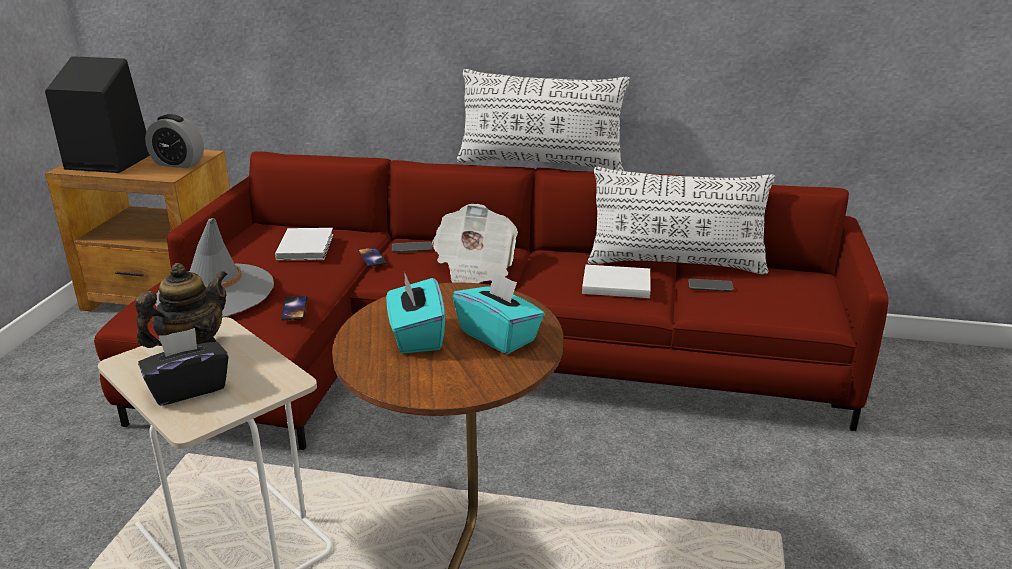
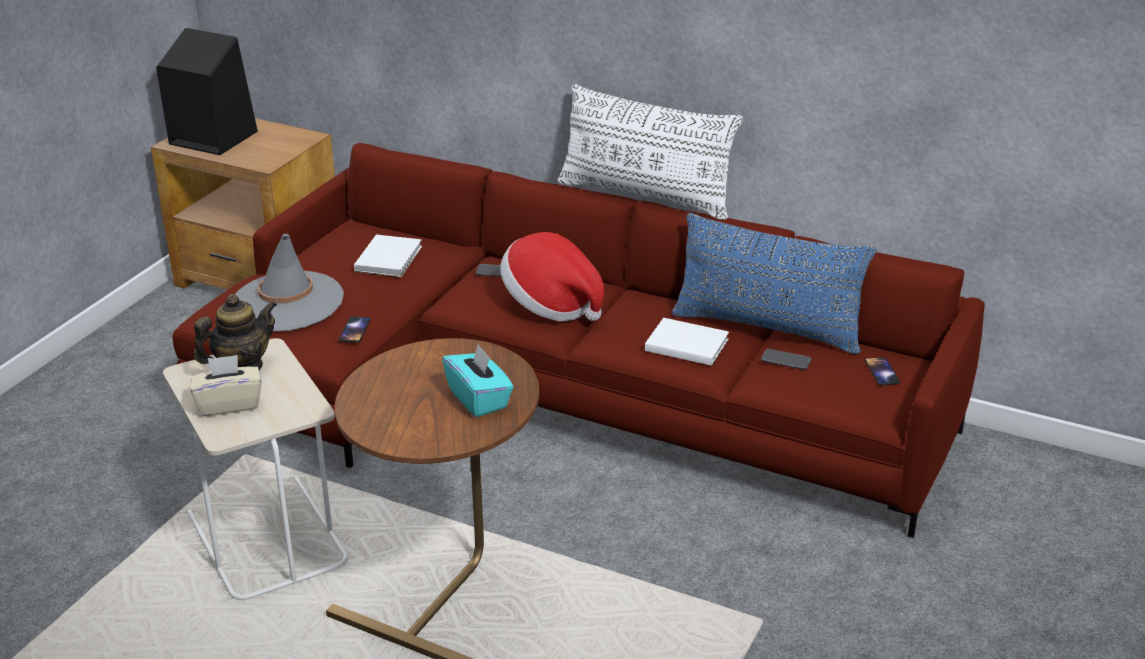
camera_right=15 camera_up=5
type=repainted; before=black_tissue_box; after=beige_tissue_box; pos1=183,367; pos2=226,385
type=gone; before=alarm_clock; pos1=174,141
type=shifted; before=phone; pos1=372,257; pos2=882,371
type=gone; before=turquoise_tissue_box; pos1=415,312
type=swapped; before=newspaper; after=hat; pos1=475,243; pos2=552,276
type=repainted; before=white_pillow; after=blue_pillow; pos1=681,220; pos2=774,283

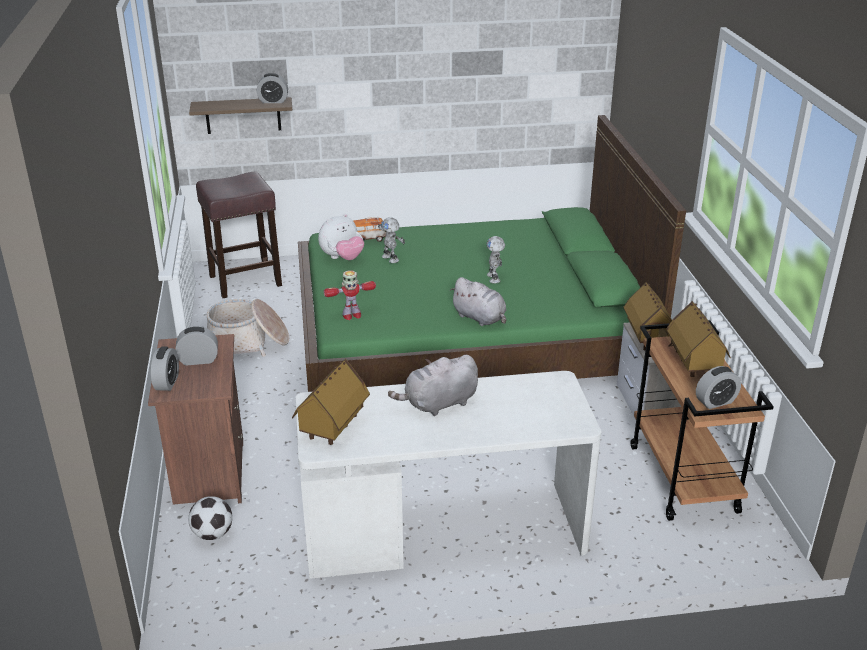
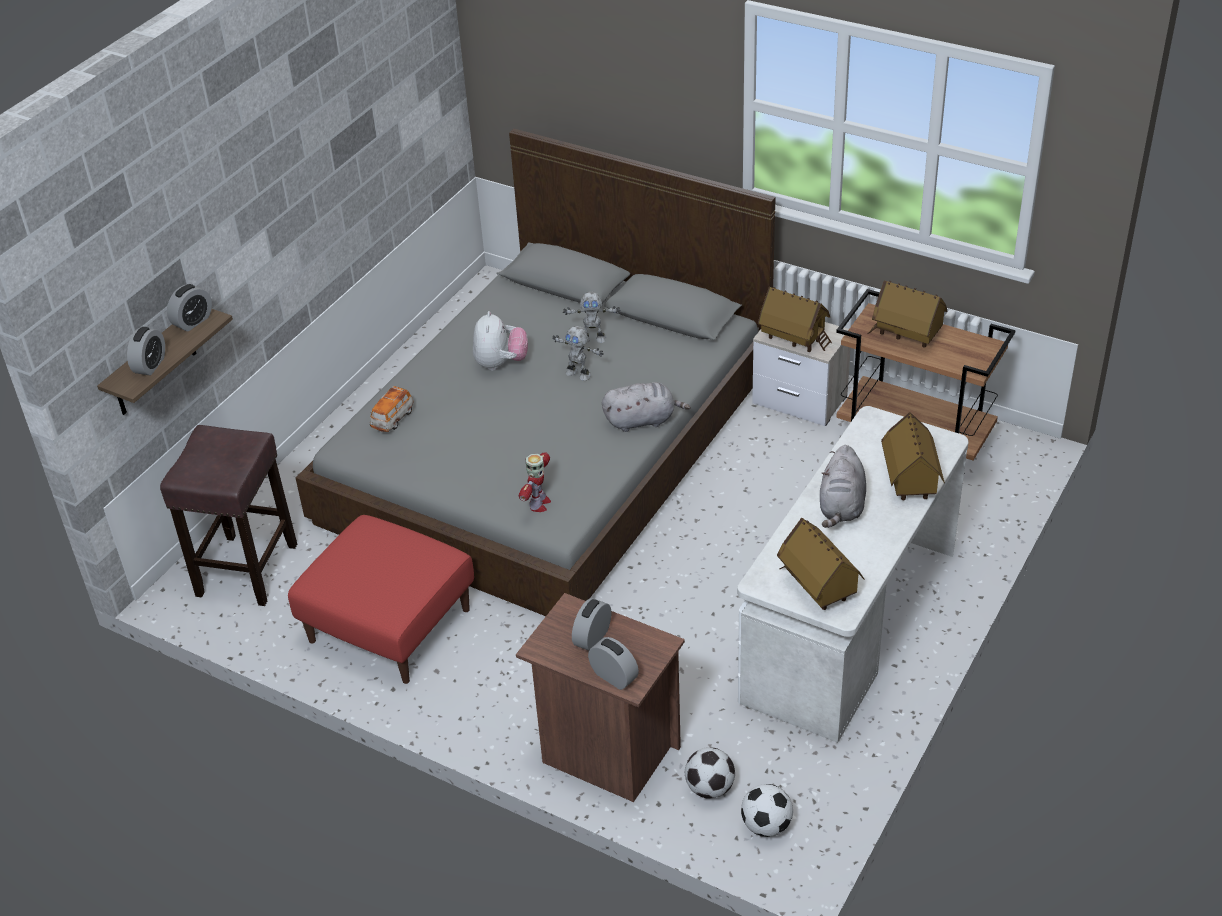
camera_right=-50 camera_up=10
type=swapped; before=basket; after=red_ottoman; pos1=248,328; pos2=381,599
type=repainted; before=green_bed; after=grey_bed; pos1=492,253; pos2=536,372
type=shifted; before=plush_toy; pos1=341,237; pos2=500,341
type=shifted; before=toy_robot; pos1=391,240; pos2=592,317
type=shifted; before=alarm_clock; pos1=718,387; pos2=146,351
type=new; after=football; pos2=767,810
type=new; after=toy_house; pos2=913,456

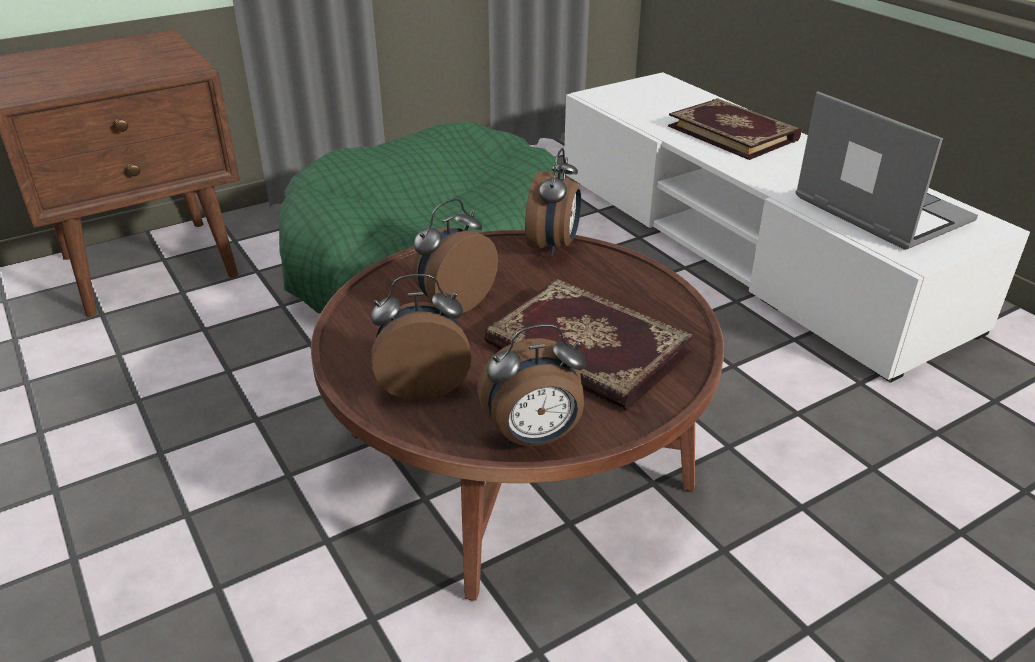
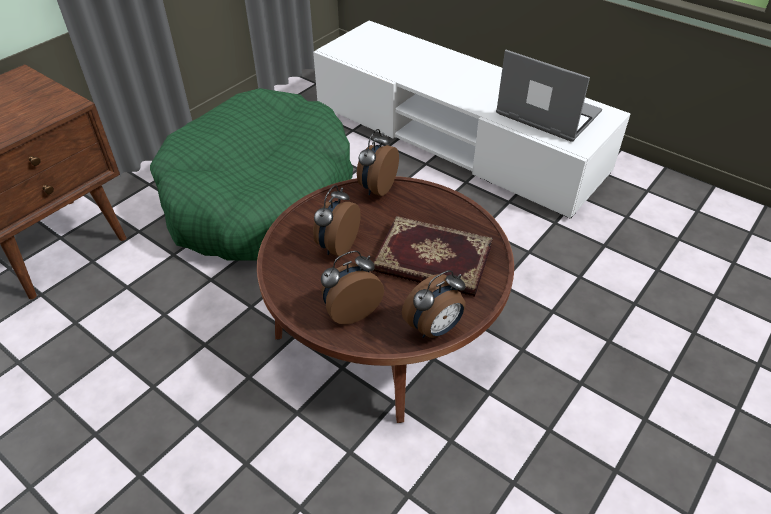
camera_right=-20 camera_up=10
type=rotated; before=alarm_clock; pos1=553,202; pos2=378,162; turn=-150
type=gone; before=book; pos1=734,129

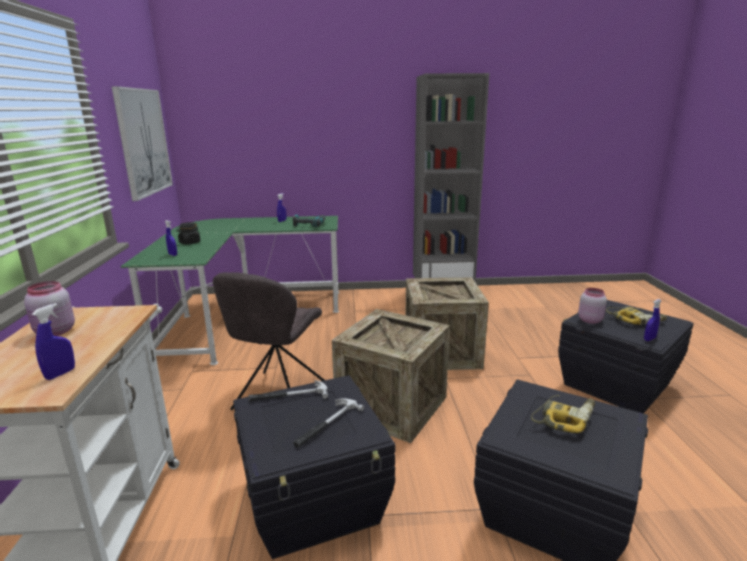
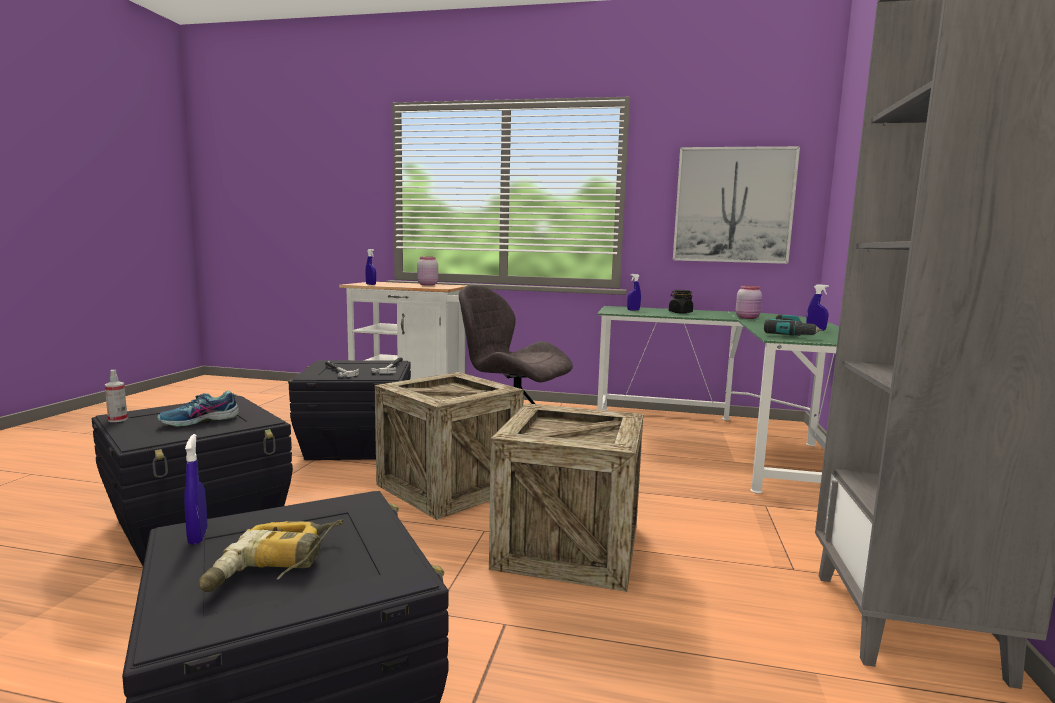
camera_right=105 camera_up=-10
type=swapped; before=power_drill; after=shoe; pos1=563,414; pos2=198,409
type=shifted; before=pink_jar; pos1=592,306; pos2=749,302
type=new; after=spray_bottle; pos2=116,396

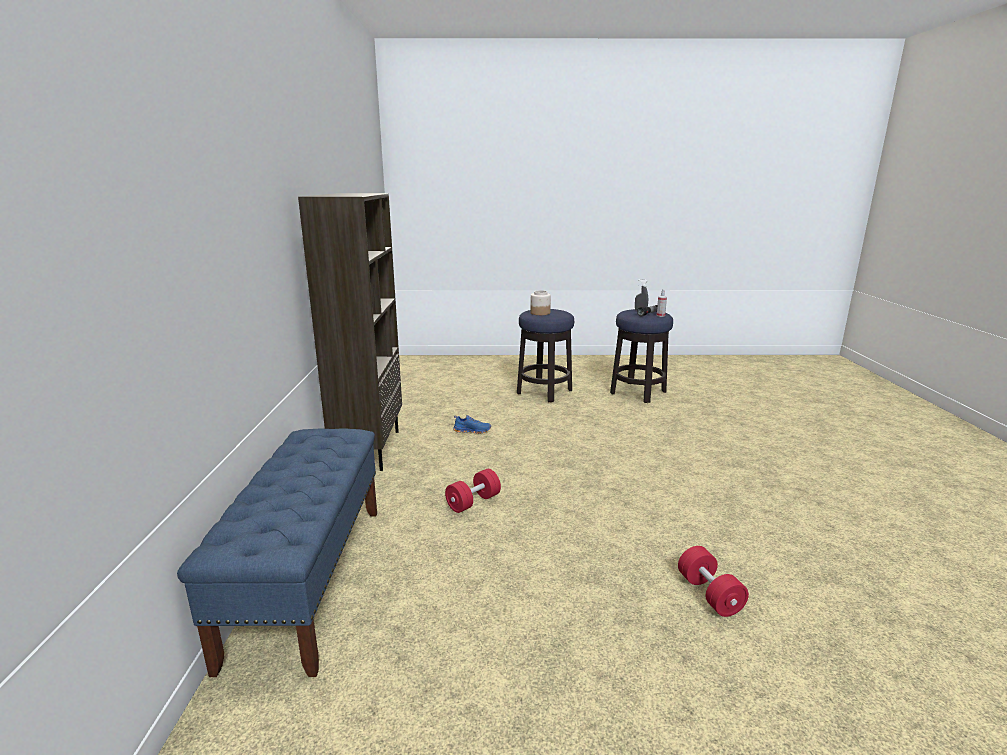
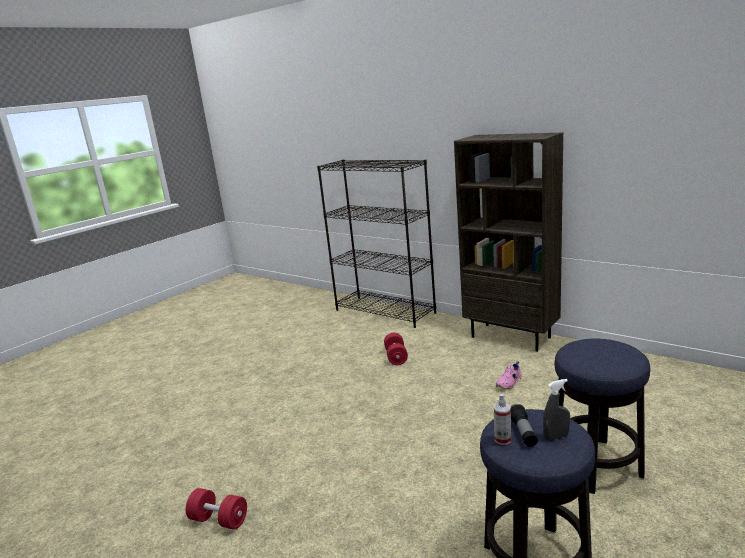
camera_right=130 camera_up=0
type=swapped; before=blue_bench; after=black_bookcase; pos1=277,552; pos2=376,243
type=repainted; before=blue_shoe; after=pink_shoe; pos1=472,424; pos2=509,375
type=gone; before=jar; pos1=540,302
type=shifted; before=red_dumbbell; pos1=713,581; pos2=216,509

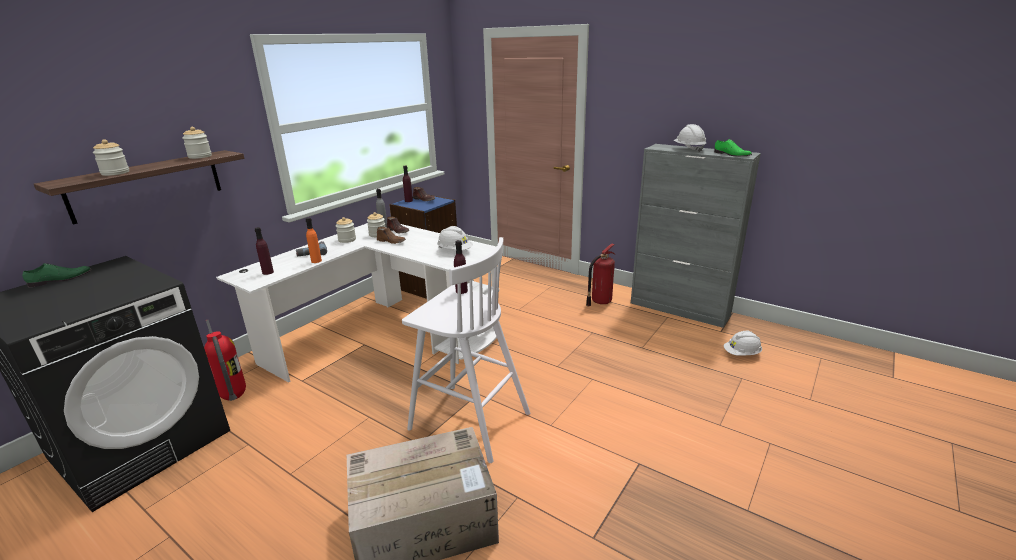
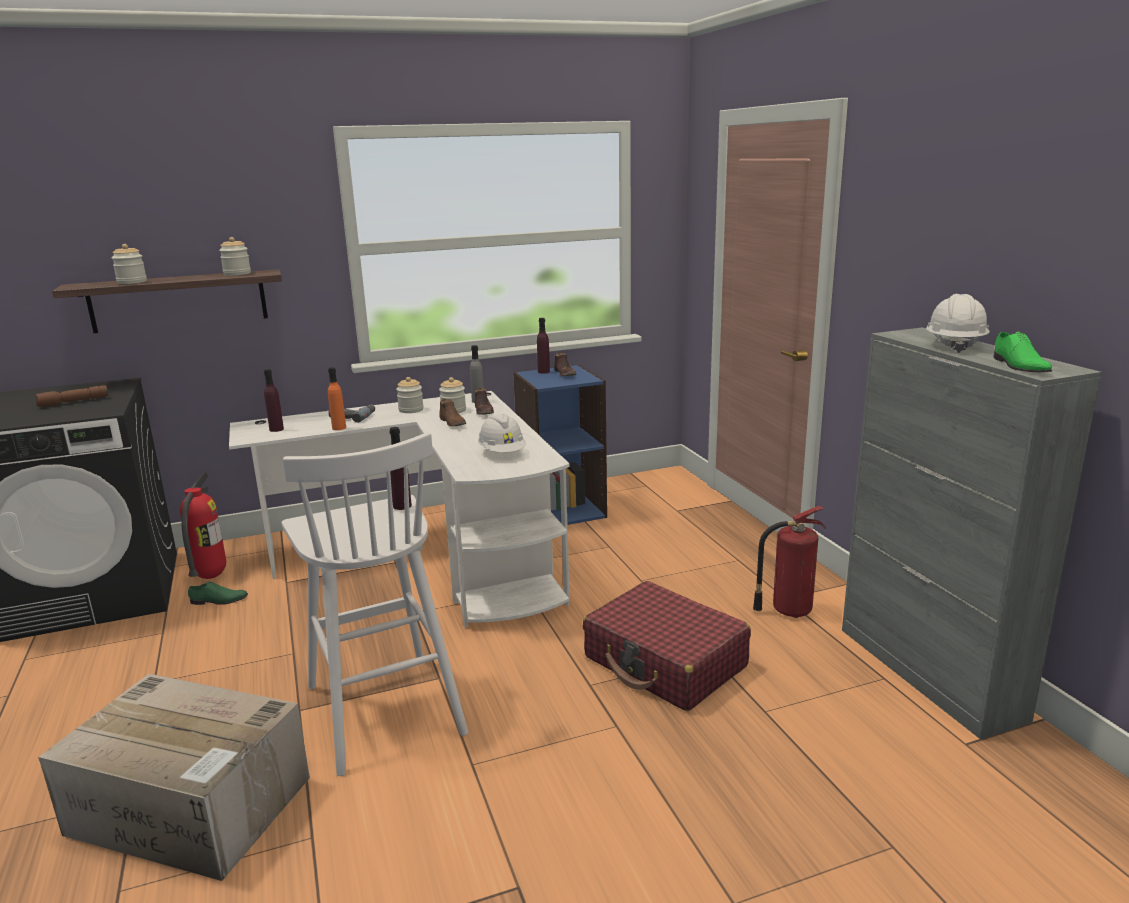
camera_right=35 camera_up=-5
type=shifted; before=green_shoe; pos1=56,275; pos2=218,593
type=gone; before=white_hard_hat; pos1=743,343
type=new; after=brown_flashlight; pos2=72,396
type=new; after=red_suitcase; pos2=667,646

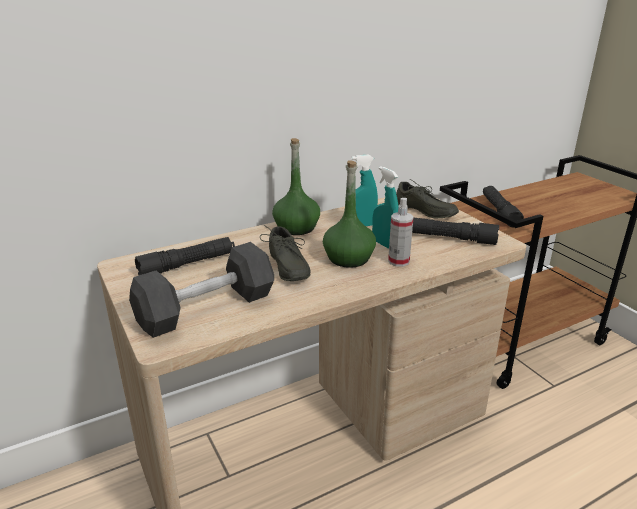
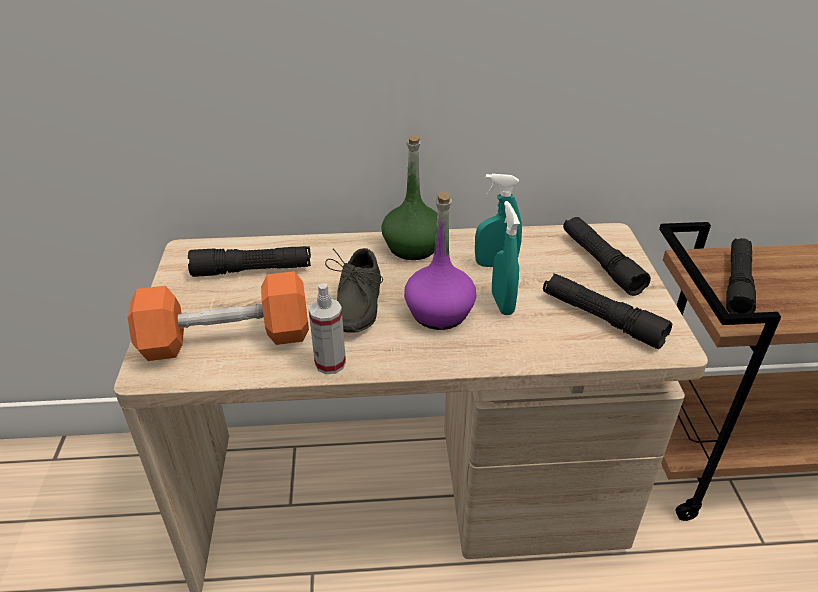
camera_right=25 camera_up=10
type=repainted; before=black_dumbbell; after=orange_dumbbell; pos1=201,290; pos2=218,316
type=repainted; before=green_bottle; after=purple_bottle; pos1=349,214; pos2=440,261
type=shifted; before=spray_bottle; pos1=401,232; pos2=327,328
type=swapped; before=grey_shoe; after=black_flashlight; pos1=427,198; pos2=607,256

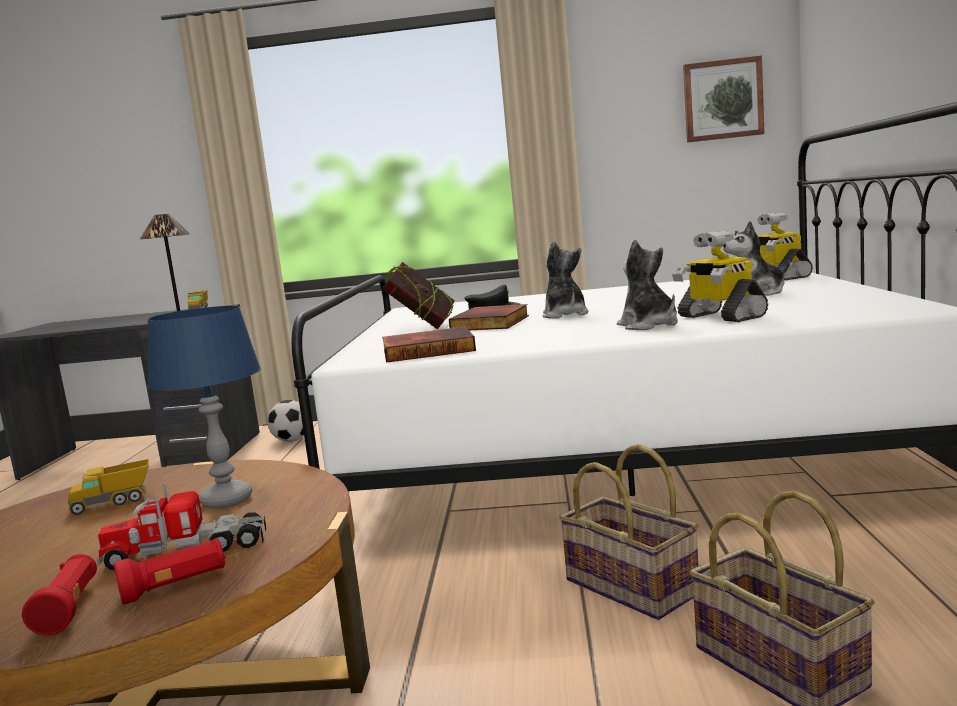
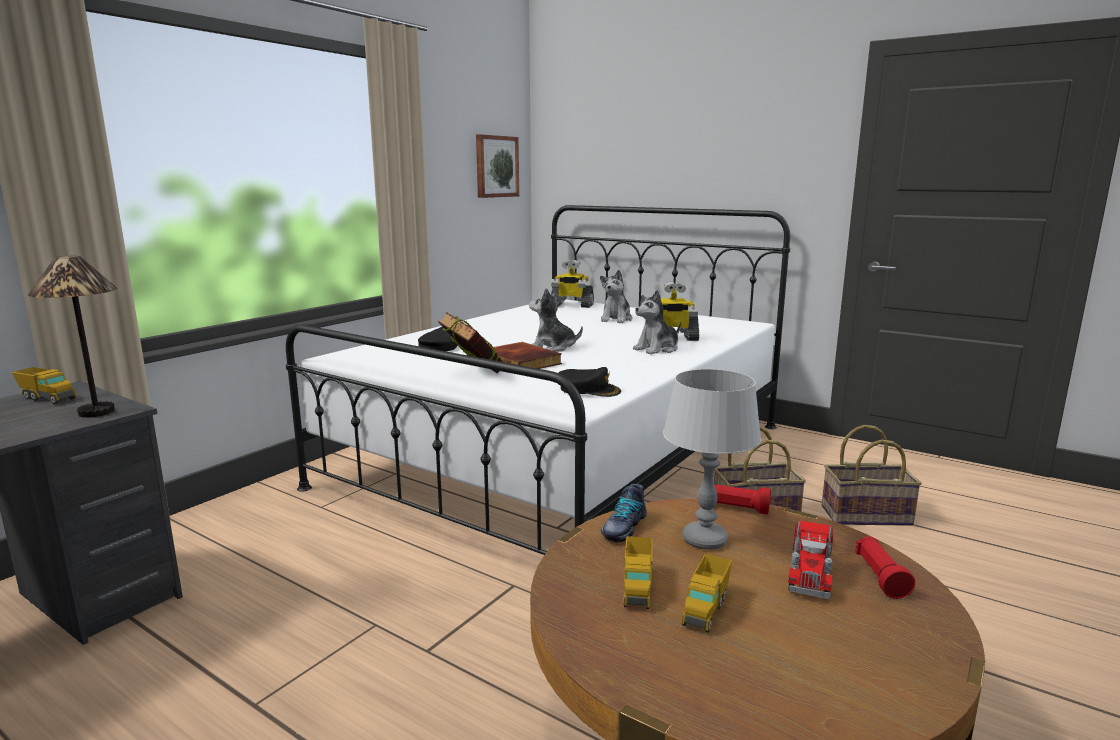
camera_right=-60 camera_up=5
type=shifted; before=red_flashlight; pos1=59,594; pos2=743,499
type=repainted; before=blue_table_lamp; after=grey_table_lamp; pos1=204,407; pos2=712,459
type=gone; before=football; pos1=286,421
type=swapped; before=book; after=black_cap; pos1=429,345; pos2=590,382
type=rotated; before=plush_toy; pos1=647,285; pos2=657,322; turn=-45
type=new; after=shoe; pos2=624,513
type=new; after=toy_truck; pos2=707,593

